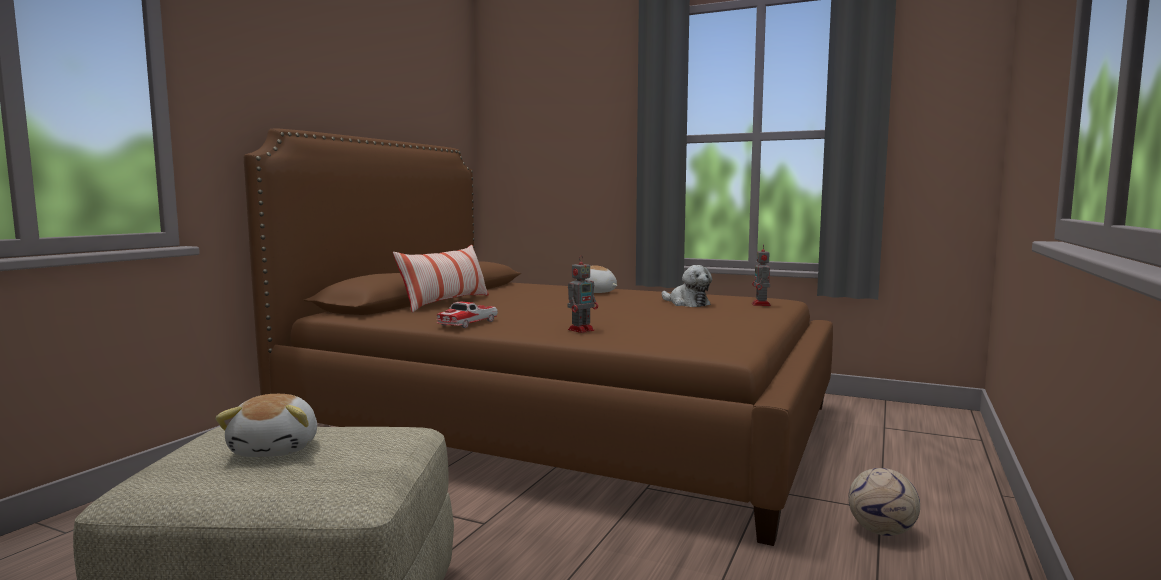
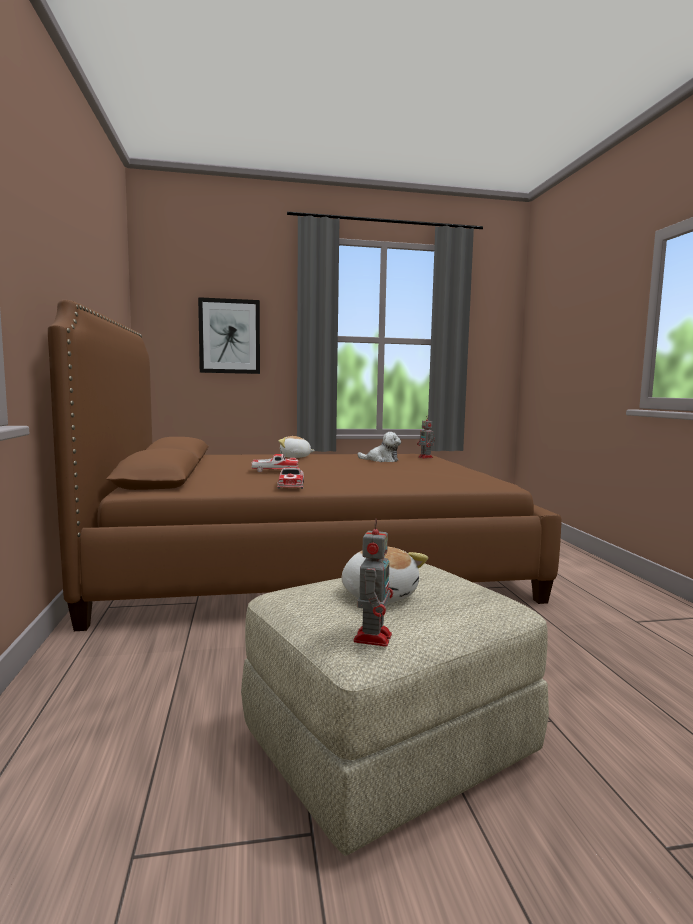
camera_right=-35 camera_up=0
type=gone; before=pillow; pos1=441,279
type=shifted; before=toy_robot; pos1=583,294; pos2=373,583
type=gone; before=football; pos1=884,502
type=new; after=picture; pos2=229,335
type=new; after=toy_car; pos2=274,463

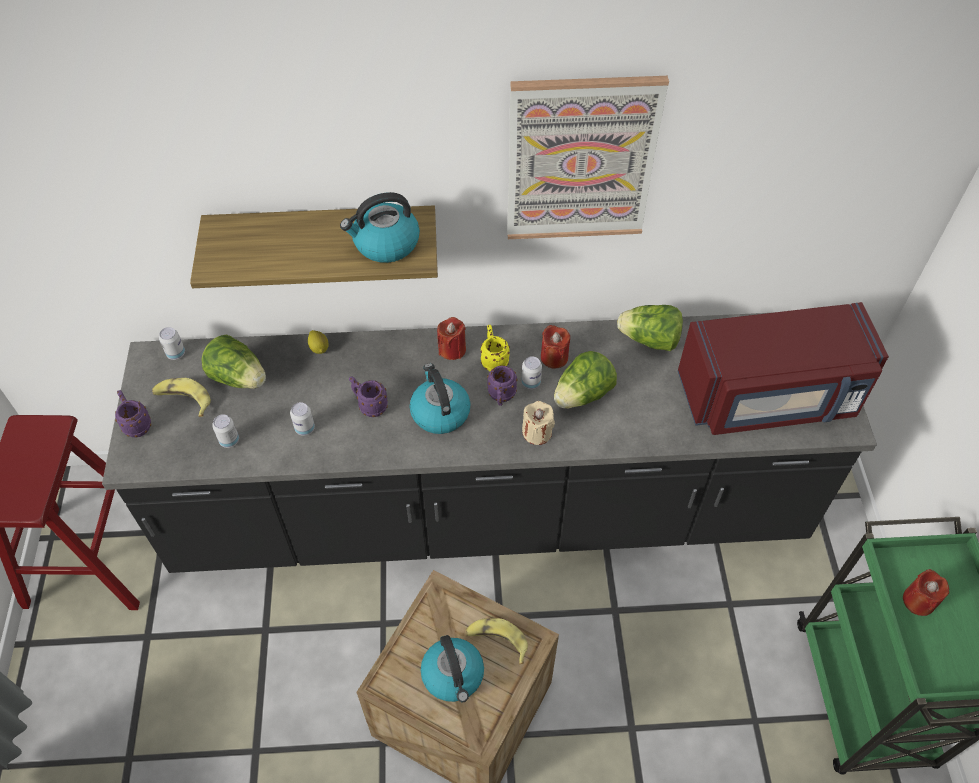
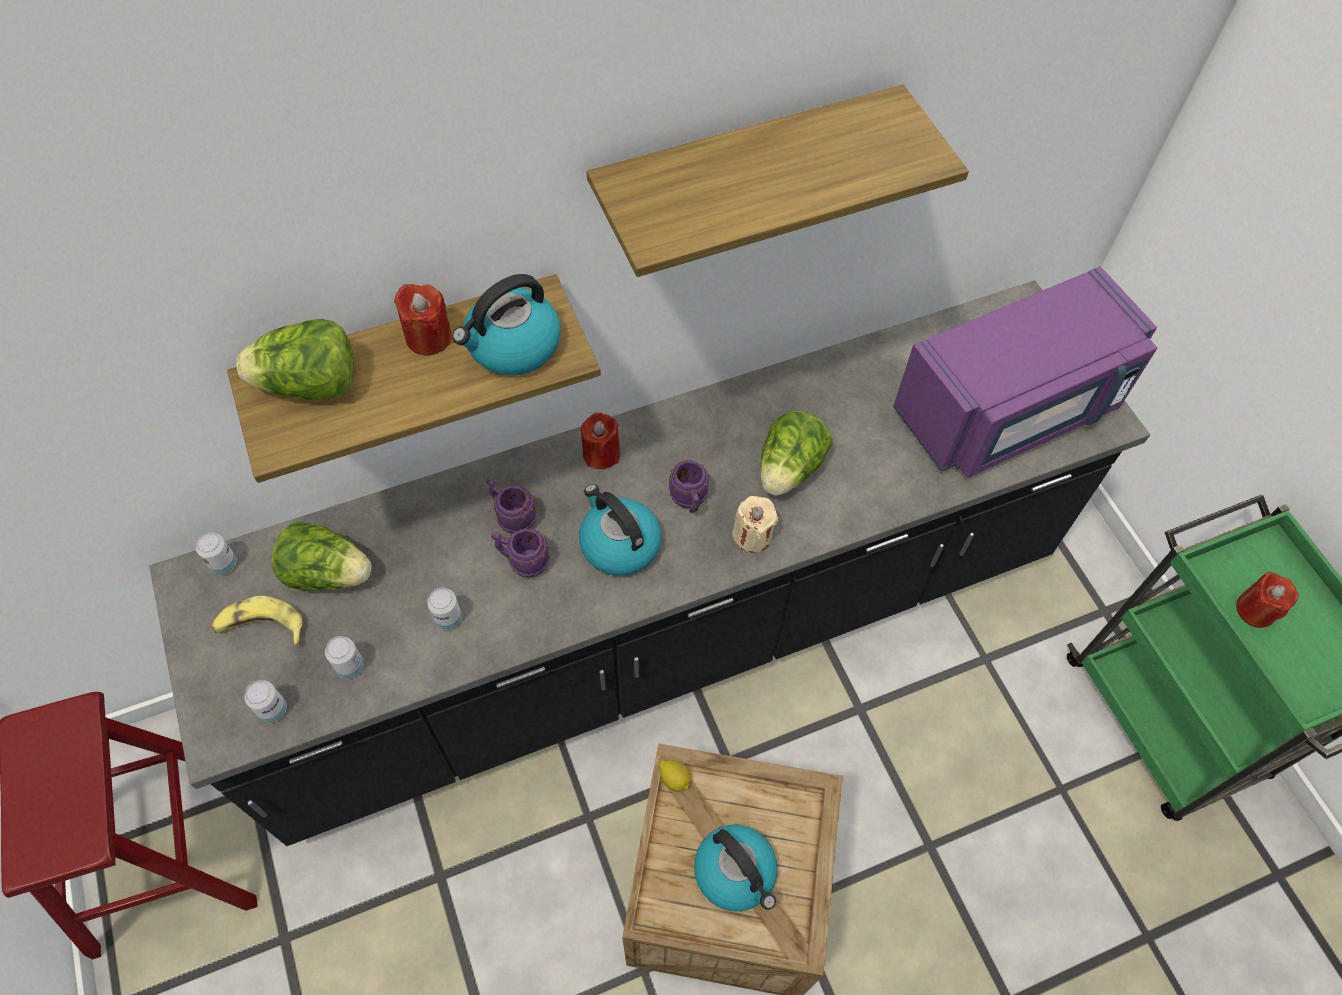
camera_right=-20 camera_up=5
type=shifted; before=purple_mug; pos1=133,414; pos2=511,506
type=shifted; before=lemon; pos1=318,342; pos2=675,776
type=gone; before=banana; pos1=497,641
type=gone; before=yellow_mug; pos1=495,348
type=swapped; before=picture; after=shelf; pos1=588,157; pos2=778,181
type=shifted; before=can; pos1=531,372; pos2=265,701
type=shifted; before=red_candle; pos1=555,347; pos2=423,320
type=shifted; before=lettuce; pos1=650,328; pos2=295,359
type=repainted; before=red_microwave; after=purple_microwave; pos1=783,368; pos2=1025,371

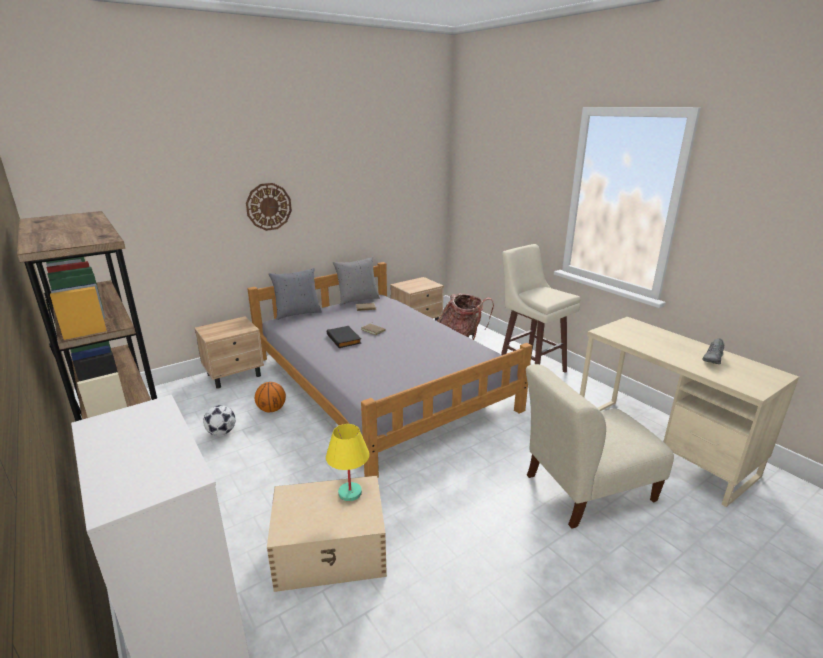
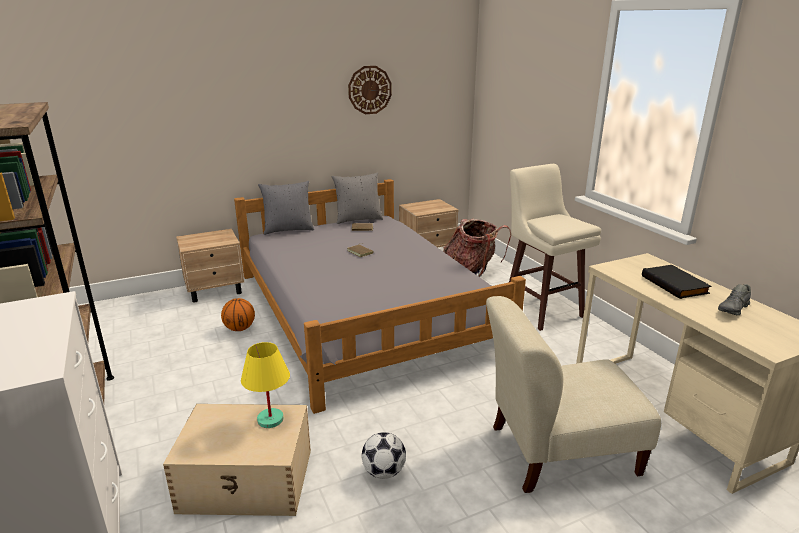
camera_right=10 camera_up=0
type=shifted; before=football; pos1=219,420; pos2=384,455
type=shifted; before=wall_clock; pos1=269,207; pos2=370,90
type=shifted; before=black_book; pos1=344,337; pos2=676,282

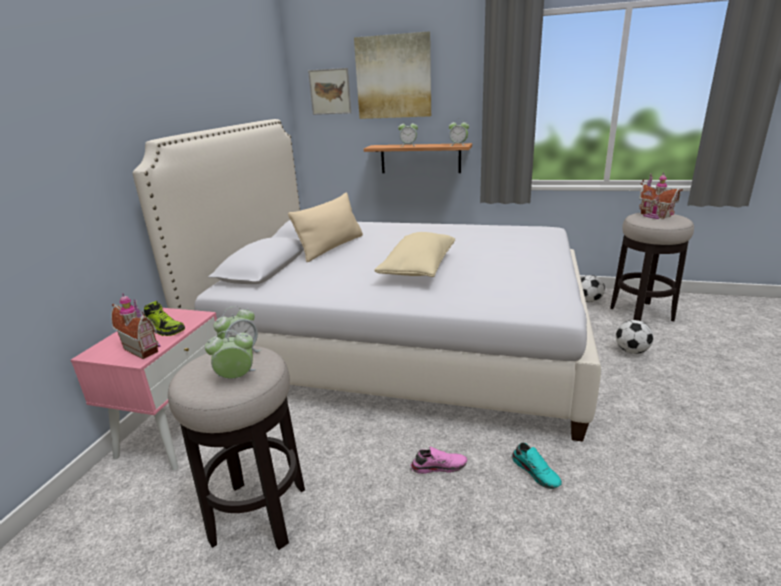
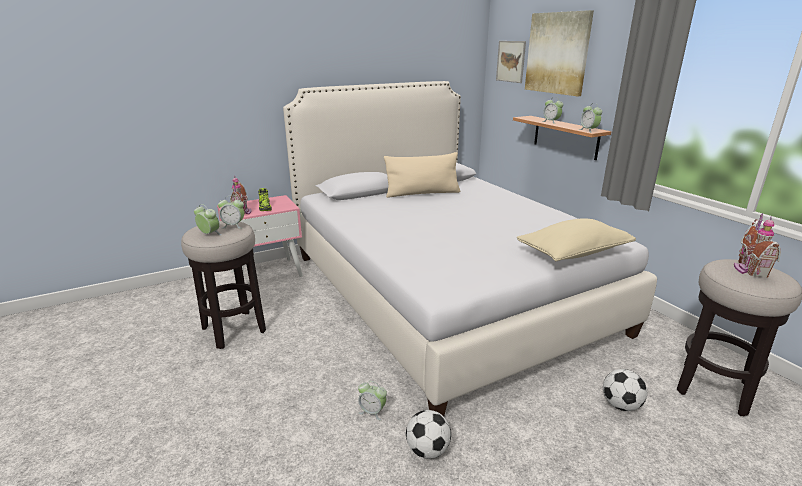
camera_right=45 camera_up=0
type=shifted; before=beige_pillow; pos1=414,254; pos2=576,239
type=gone; before=pink_shoe; pos1=439,460
type=swapped; before=turquoise_shoe; after=alarm_clock; pos1=537,465; pos2=372,401
type=shifted; before=football; pos1=593,288; pos2=428,434

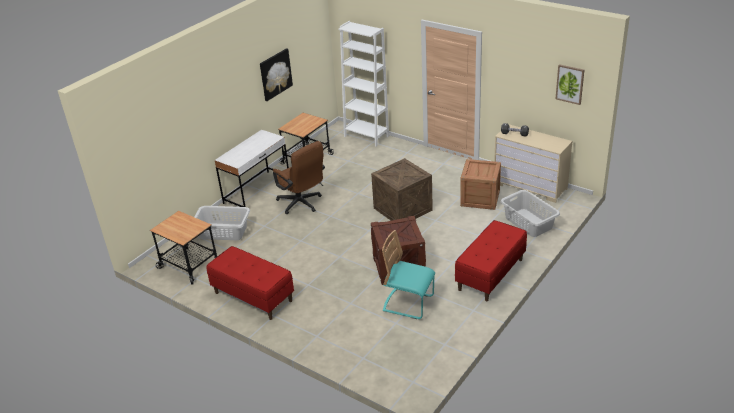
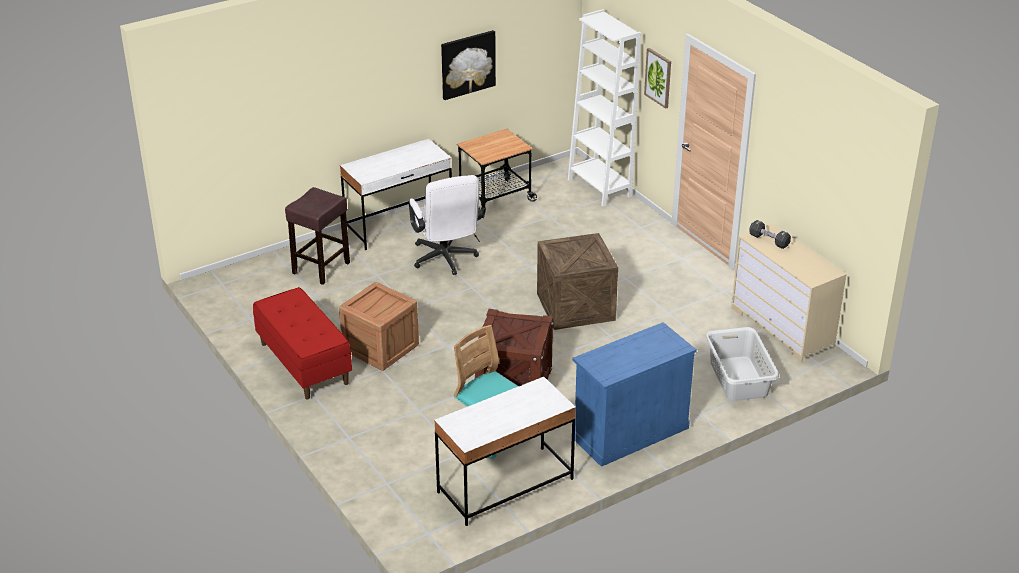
camera_right=20 camera_up=0
type=gone; before=cart; pos1=183,248
type=swapped; before=grey_laundry_basket; after=brown_stool; pos1=222,223; pos2=317,236
type=repainted; before=brown_office_chair; after=white_office_chair; pos1=299,177; pos2=446,225
type=swapped; before=red_bench; after=blue_cabinet; pos1=491,261; pos2=634,394
type=shifted; before=crate; pos1=480,184; pos2=379,326
type=shifted; before=picture; pos1=569,84; pos2=657,78
type=new; after=white_desk; pos2=505,451

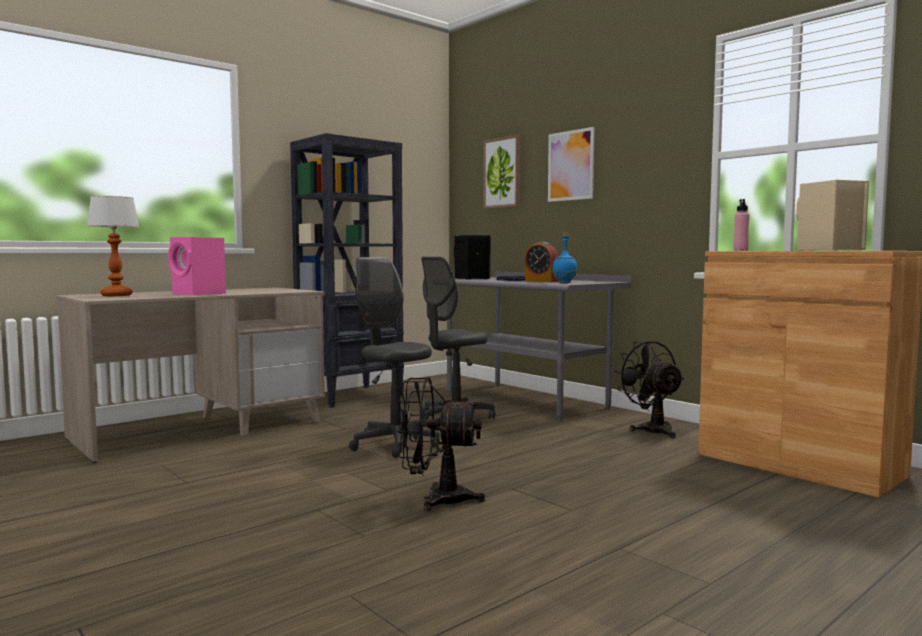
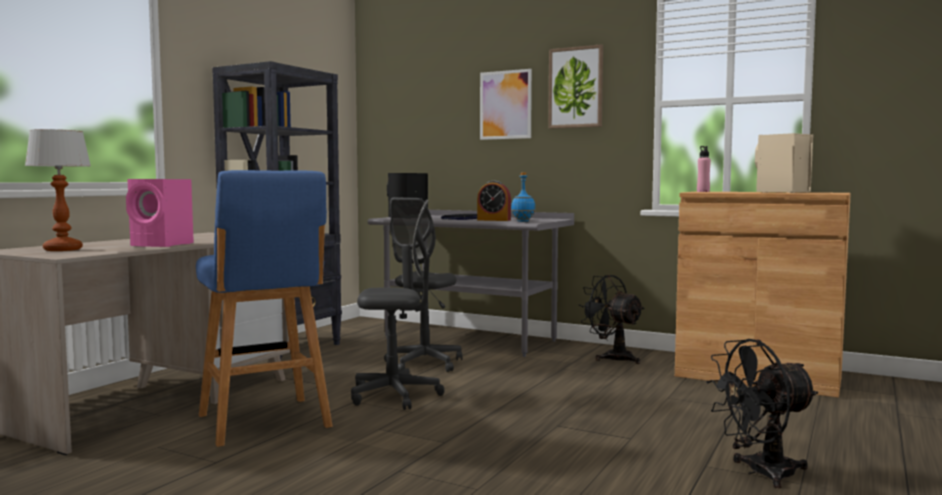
camera_right=-20 camera_up=0
type=rotated; before=grey_office_chair; pos1=394,357; pos2=398,305; turn=150
type=shifted; before=black_fan; pos1=441,444; pos2=762,413
type=shifted; before=picture; pos1=501,171; pos2=575,86
type=new; after=blue_stool; pos2=264,308

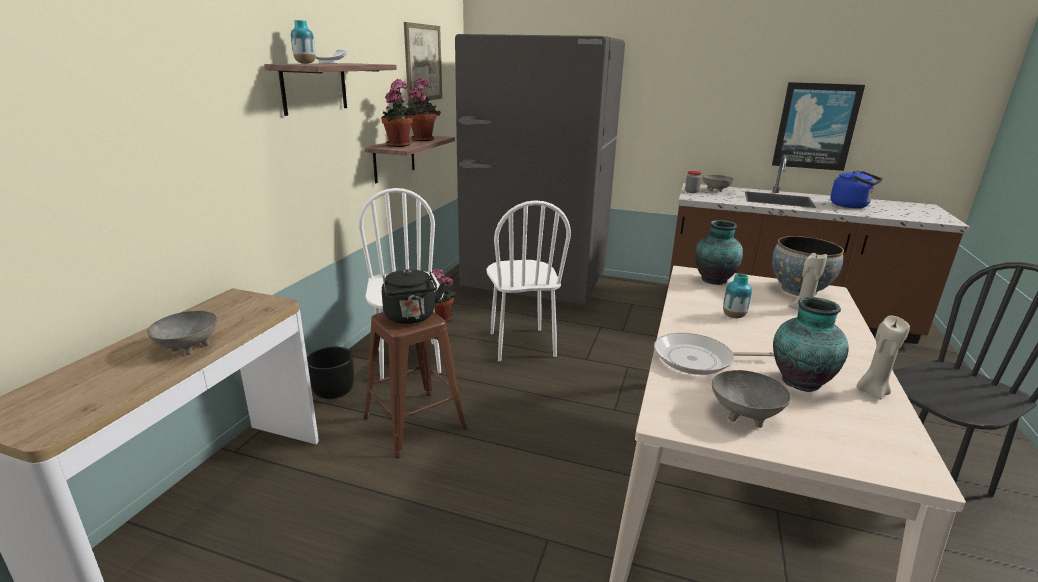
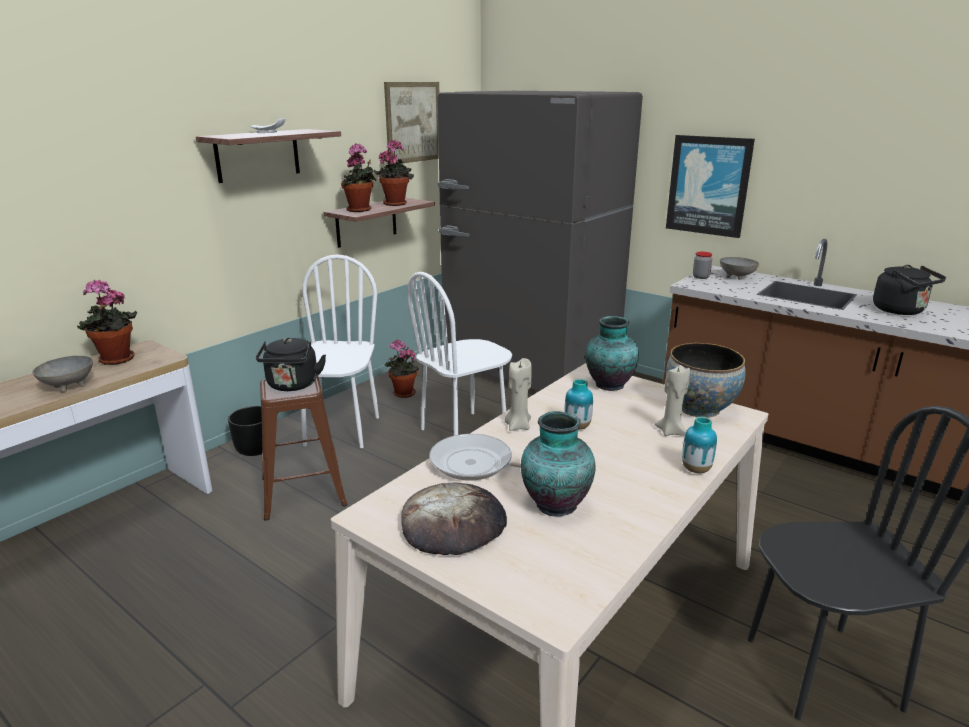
camera_right=20 camera_up=0
type=shifted; before=vase; pos1=303,42; pos2=699,445
type=rotated; before=white_chair; pos1=529,280; pos2=459,353; turn=45
type=swapped; before=grey_bowl; after=bread; pos1=752,399; pos2=454,518
type=shifted; before=picture; pos1=818,126; pos2=710,186
type=repainted; before=blue_kettle; after=black_kettle; pos1=856,189; pos2=909,290
type=shifted; before=beige_candle; pos1=883,357; pos2=518,394
type=new; after=potted_plant; pos2=107,322

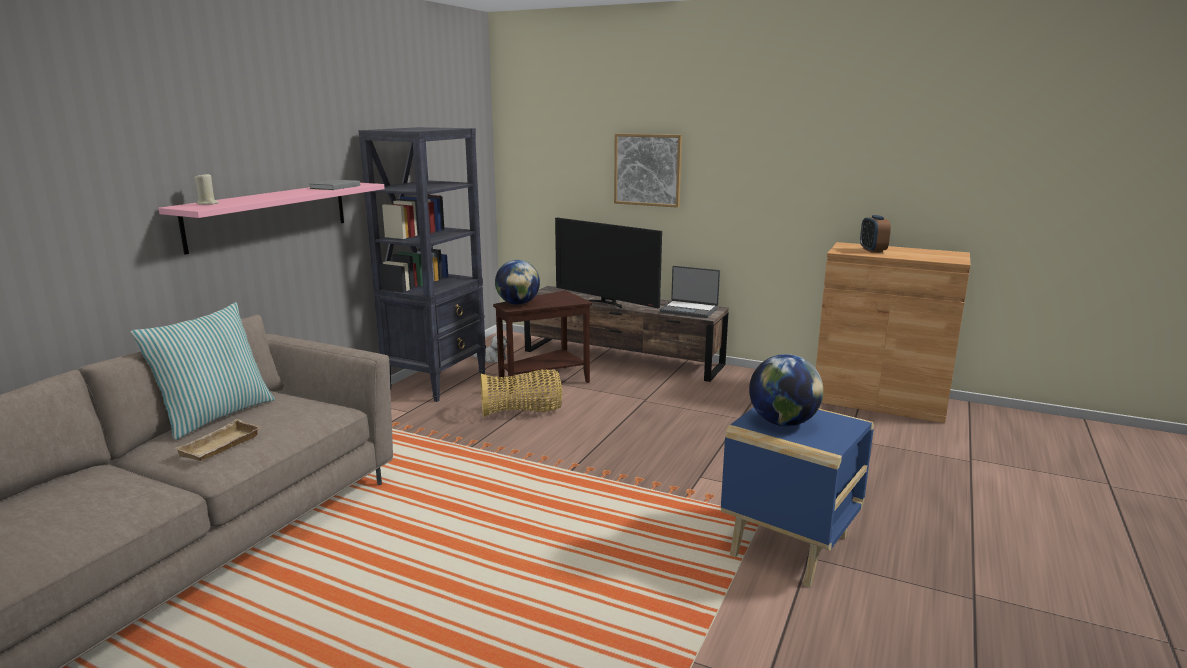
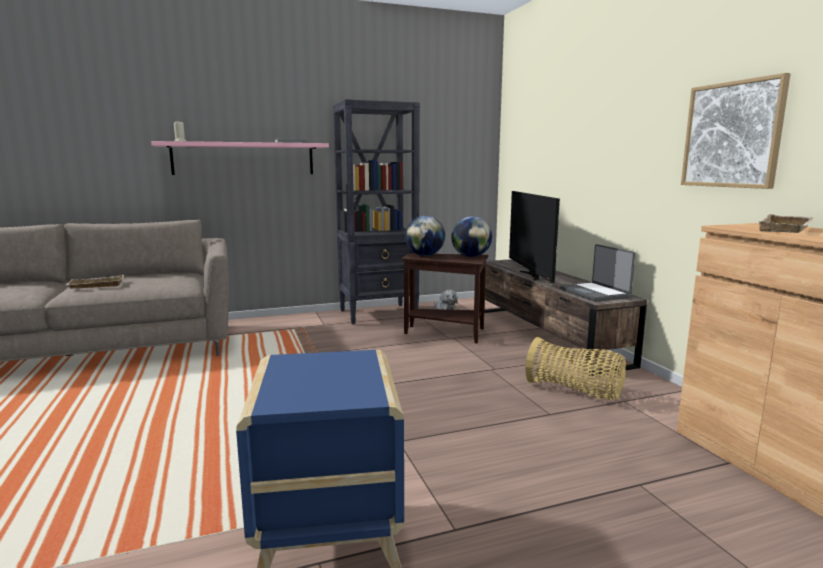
camera_right=45 camera_up=-5
type=gone; before=pillow; pos1=202,371
type=shifted; before=basket; pos1=521,393; pos2=576,368
type=shifted; before=picture; pos1=648,171; pos2=736,131
type=shifted; before=globe; pos1=786,390; pos2=471,236
type=swapped; before=alarm_clock; after=beige_tray; pos1=875,234; pos2=786,223

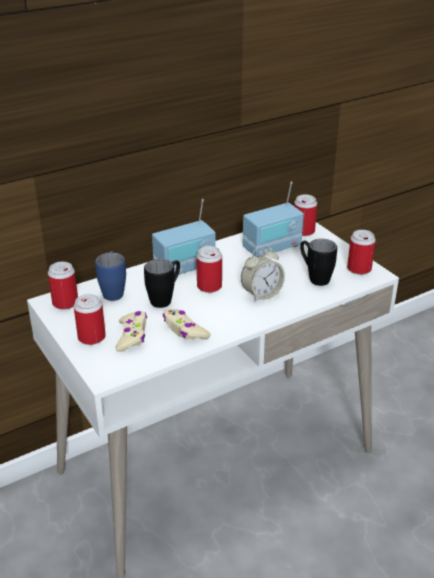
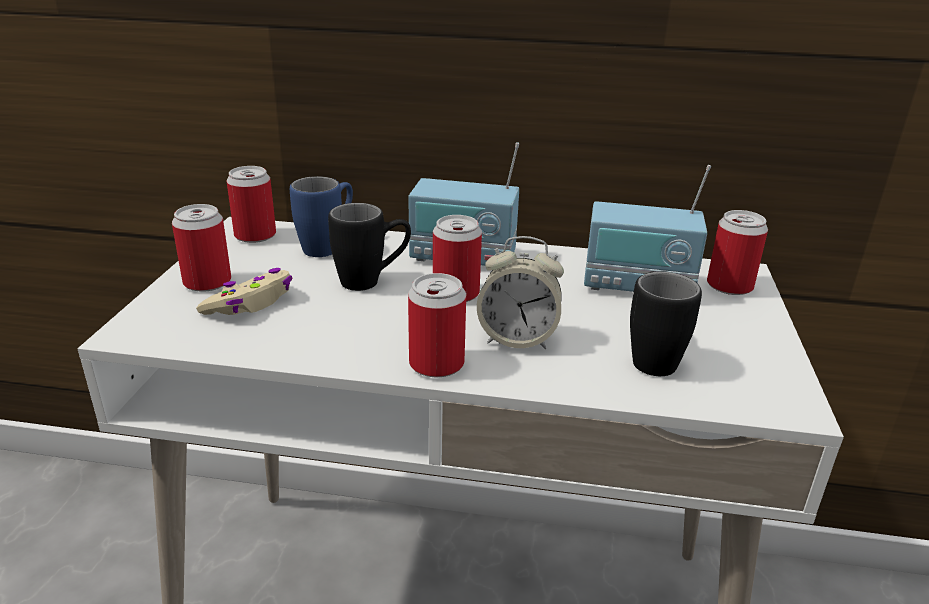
camera_right=40 camera_up=-5
type=gone; before=beige_game_controller; pos1=187,324
type=shifted; before=can; pos1=361,252; pos2=437,325

